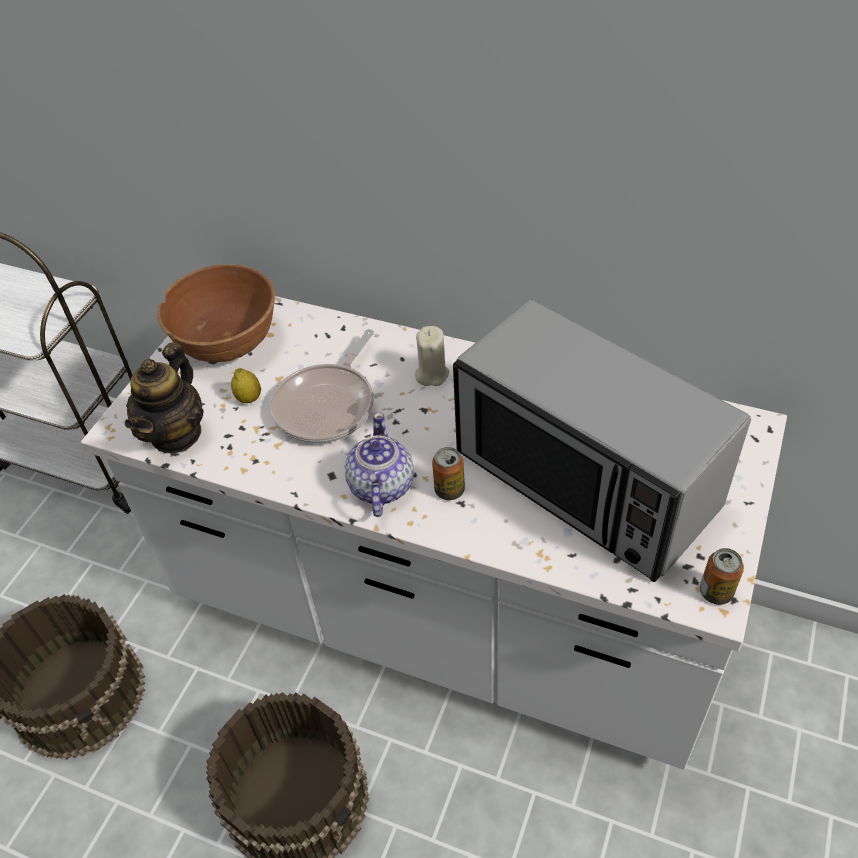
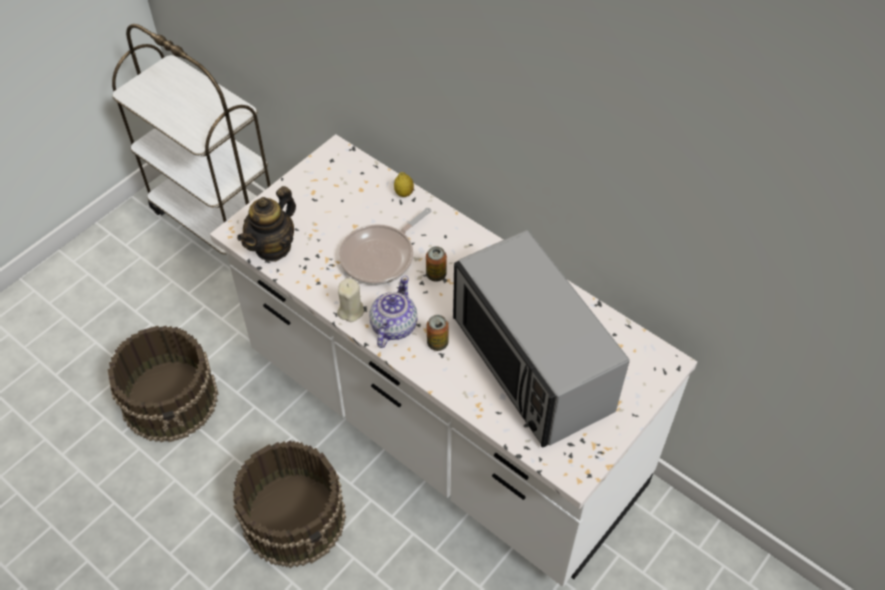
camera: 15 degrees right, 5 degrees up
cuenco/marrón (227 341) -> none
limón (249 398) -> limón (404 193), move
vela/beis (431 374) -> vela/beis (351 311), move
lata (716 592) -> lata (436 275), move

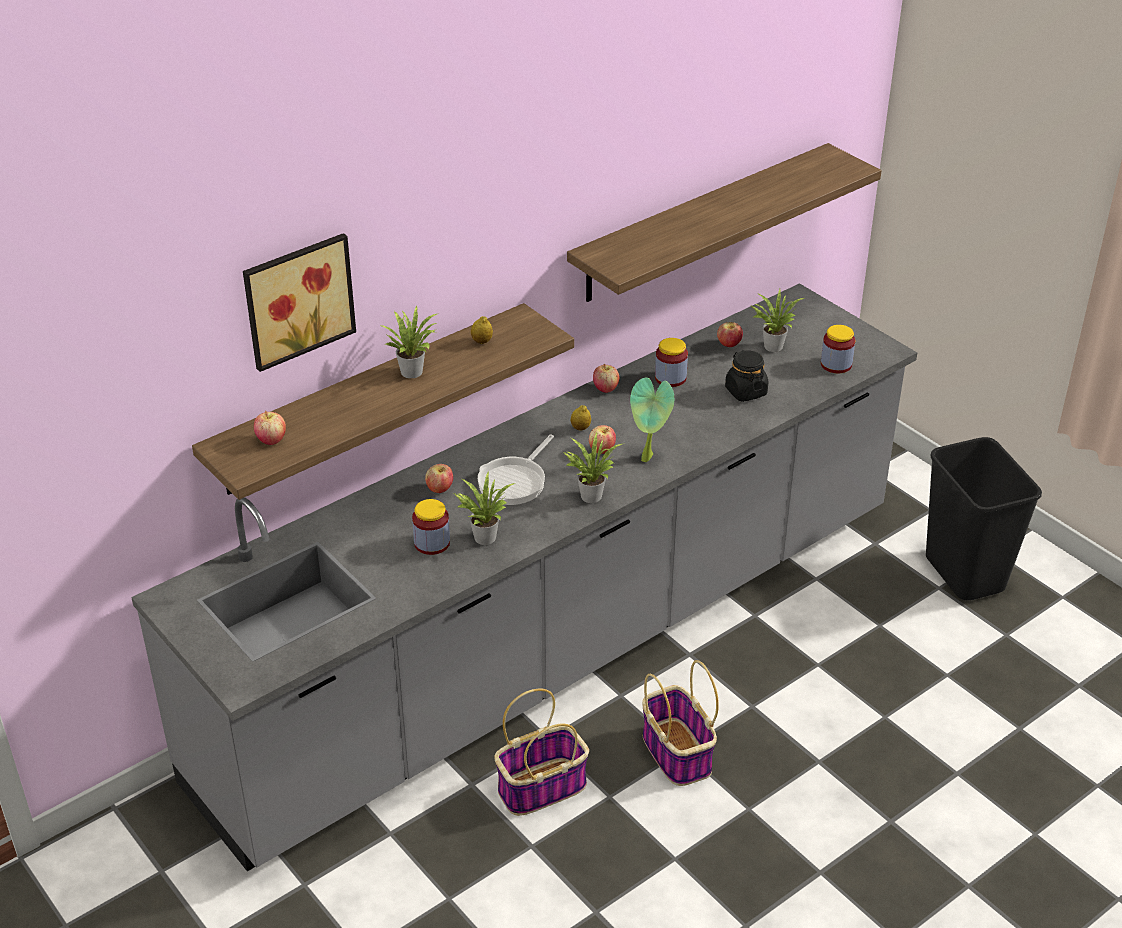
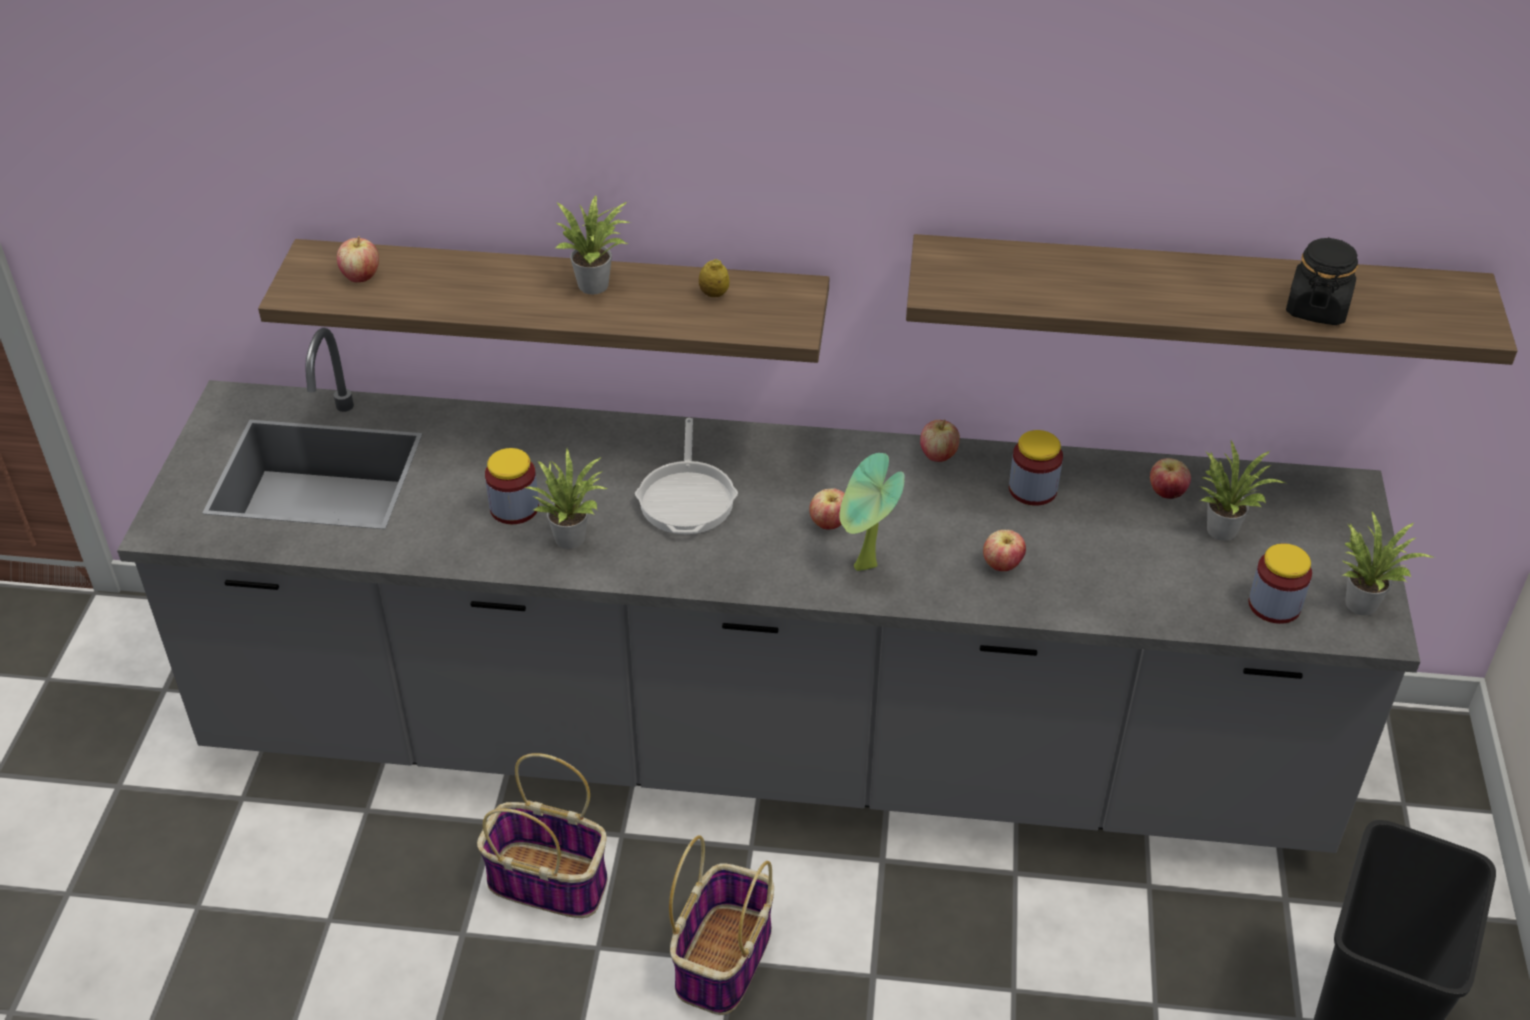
camera: 45 degrees right, 5 degrees up
cuadro (297 299) -> none
manzana (440 489) -> manzana (1002 565), move
sartén (514 482) -> sartén (687 497), 75 degrees counterclockwise
planta en maceta (590 494) -> planta en maceta (1361 601), move
limón (580 428) -> none
tarro/negro (745 391) -> tarro/negro (1316 308), move

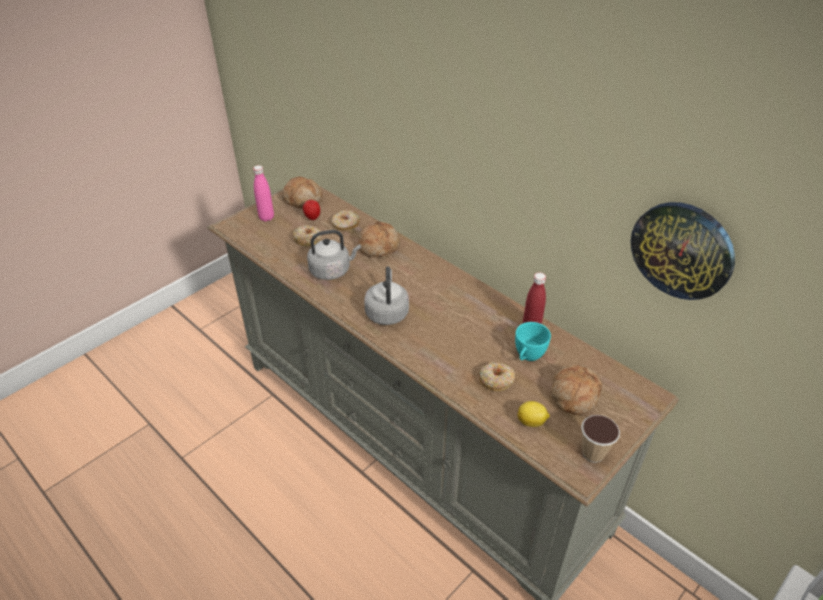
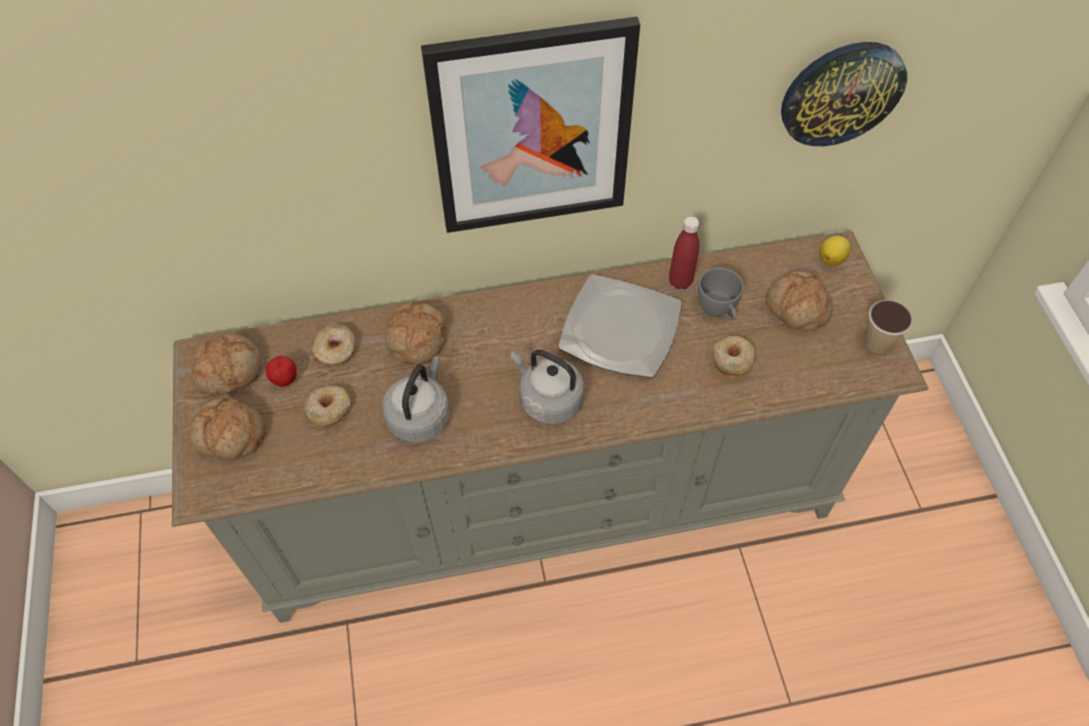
camera: 55 degrees left, 15 degrees up
botella/rosa (266 217) -> pan (229 436)
taza/turquesa (527 356) -> taza/gris (718 311)
limón (532 422) -> limón (832 259), move
none -> cuadro (532 130)
none -> plato (619 328)

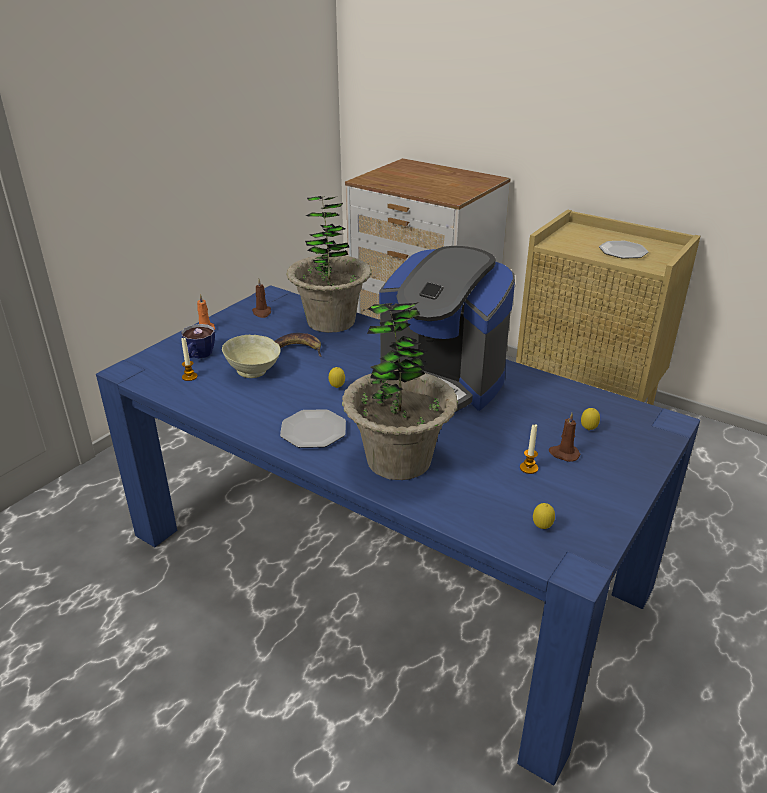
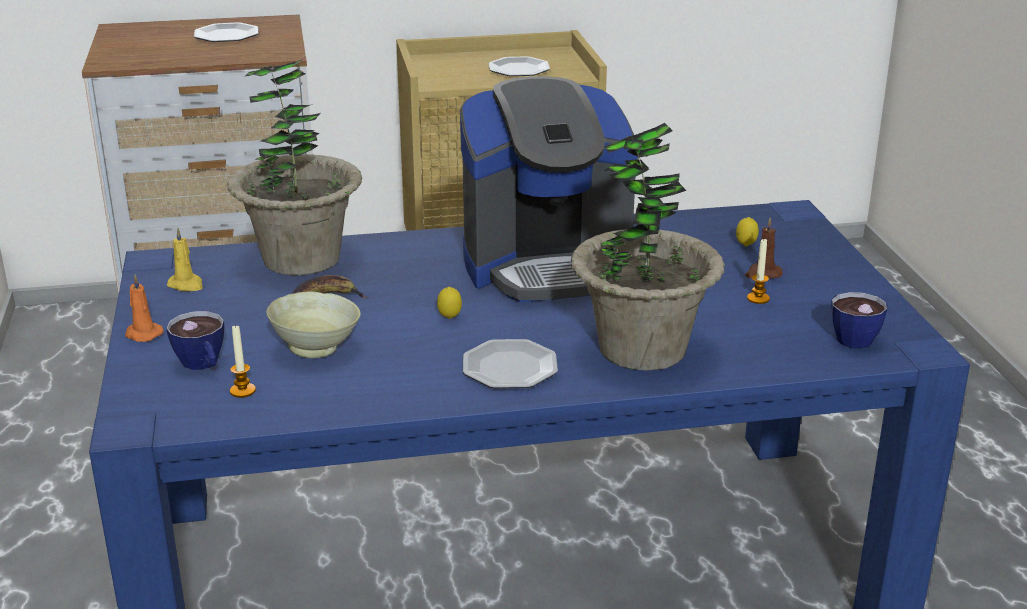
camera: 45 degrees left, 5 degrees down
vela/marrón (262 313) -> vela/amarillo (186 285)
limón (542 528) -> taza (849 336)
none -> plato (226 36)

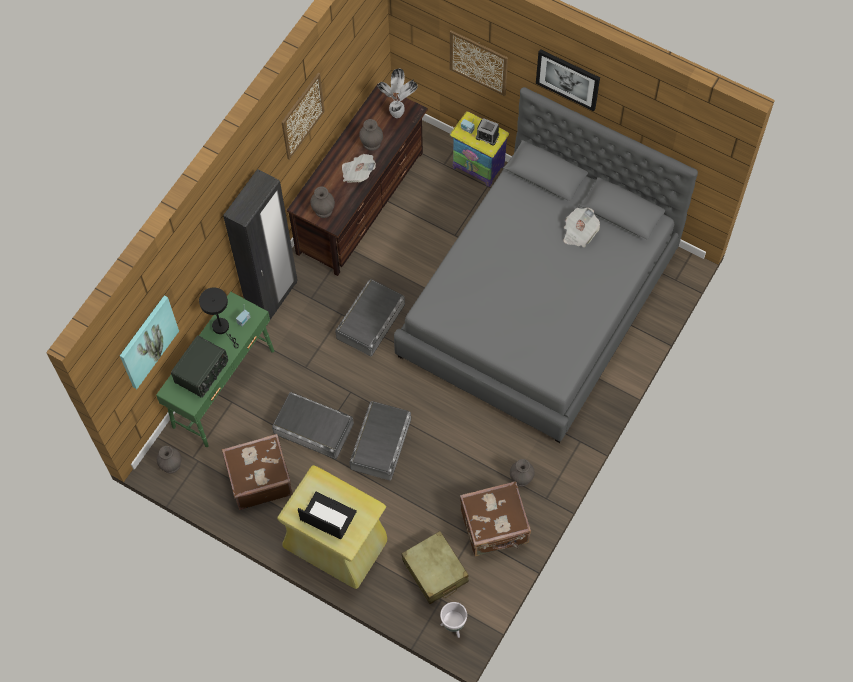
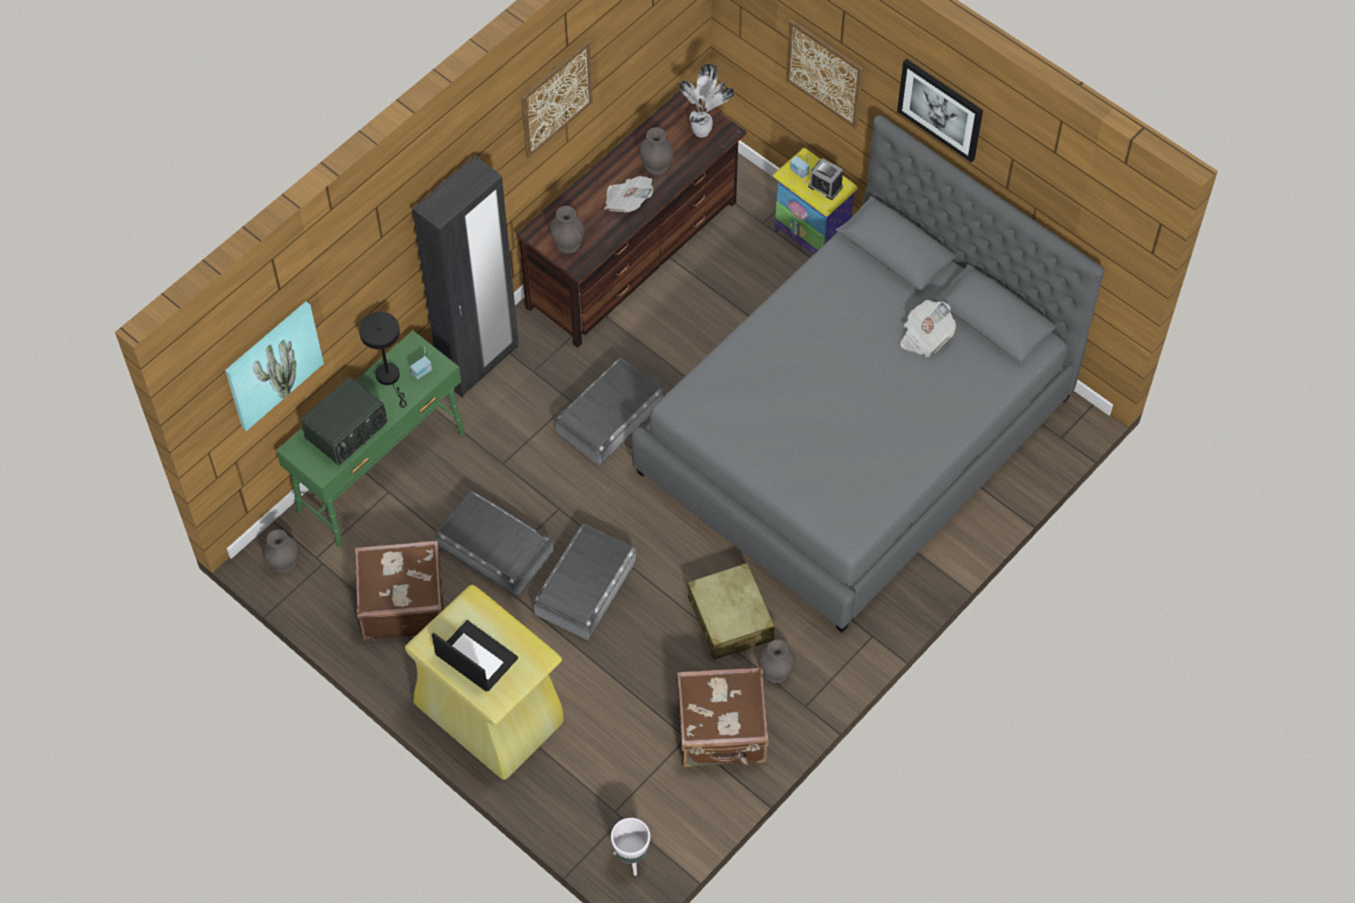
camera: 10 degrees right, 5 degrees down
maleta/beis (435 571) -> maleta/beis (730 619), move

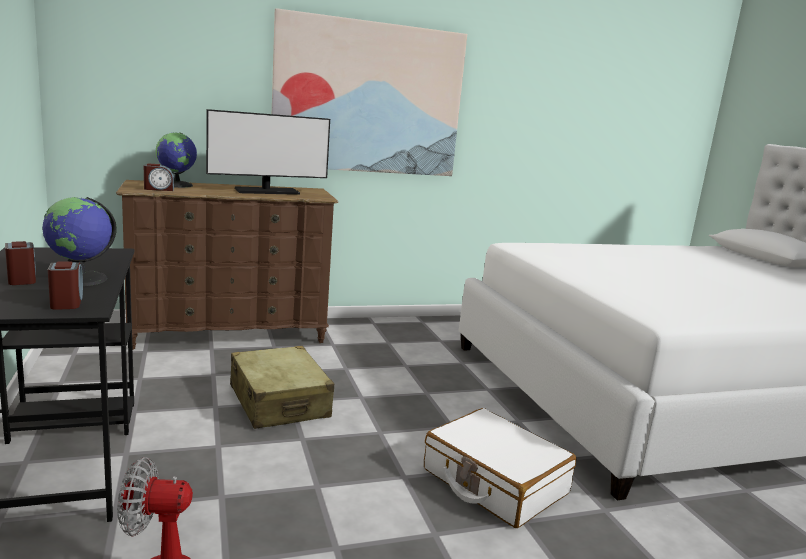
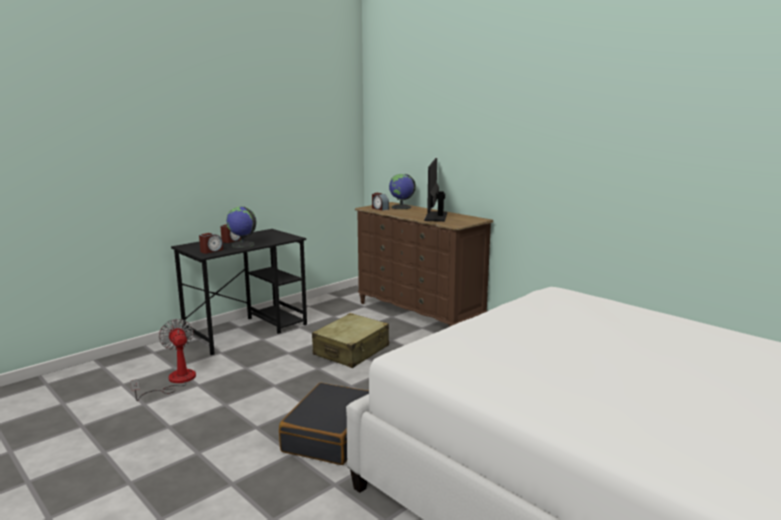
camera: 65 degrees right, 0 degrees up
monitor (267 191) -> monitor (436 217), 60 degrees clockwise
cuadro (369 98) -> none
maleta/blanco (494 482) -> maleta/negro (330 435)

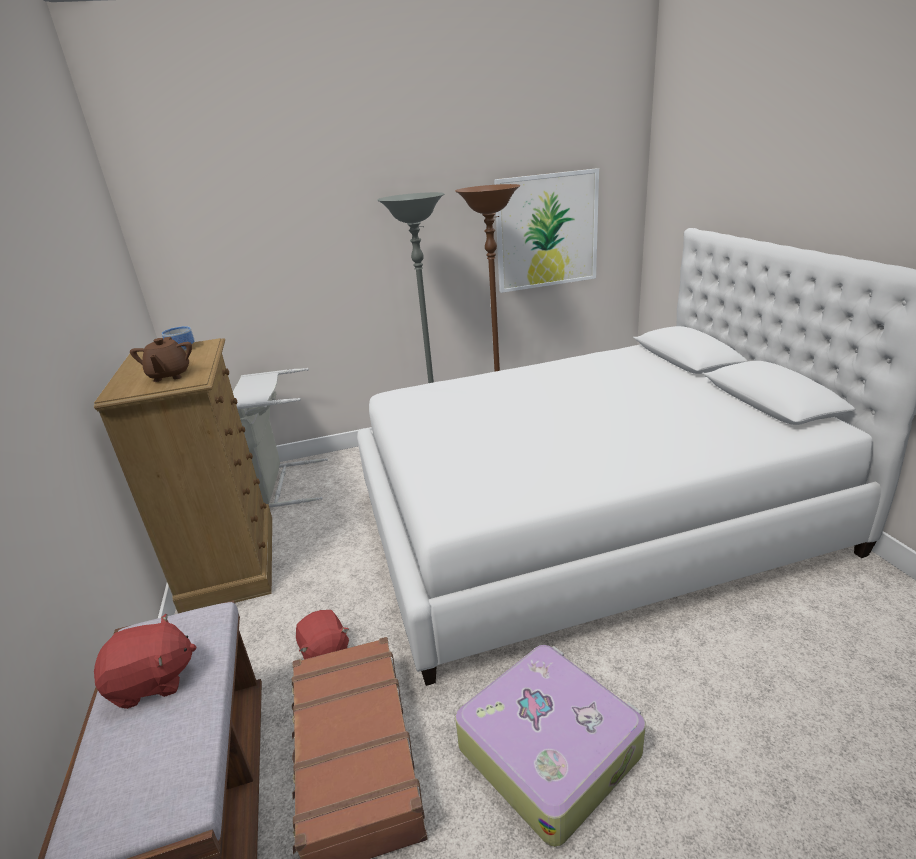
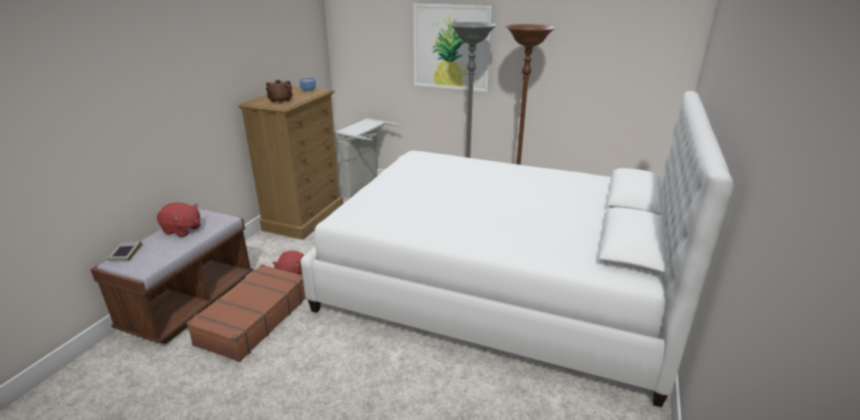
camera: 35 degrees right, 0 degrees up
maleta (549 748) -> none
cuadro (546 231) -> cuadro (451 47), move
none -> libro (125 253)

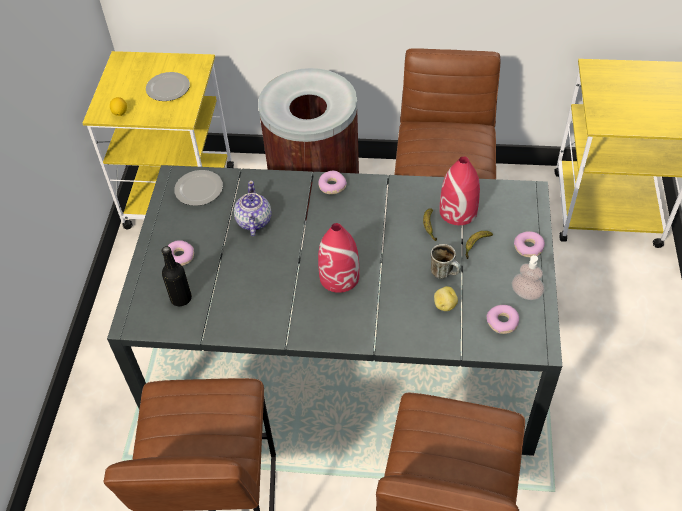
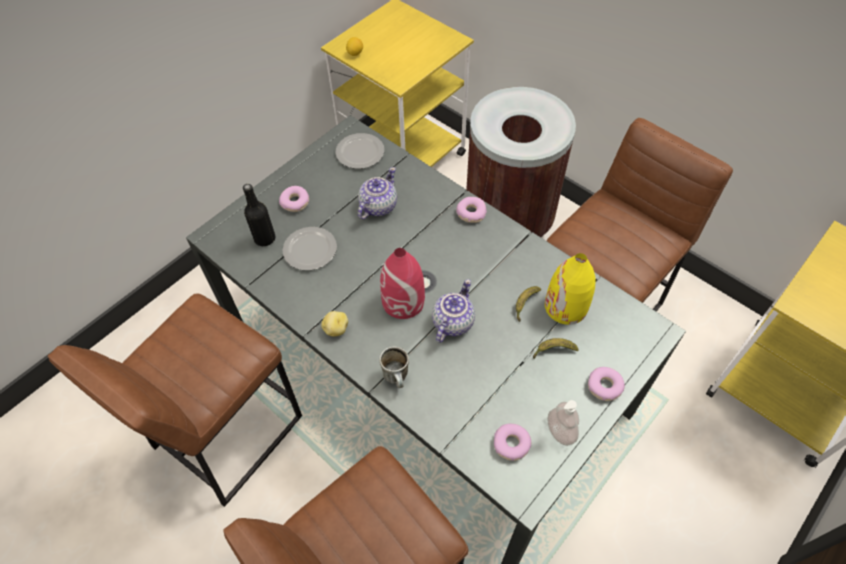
camera: 35 degrees right, 5 degrees up
plato (167 88) -> plato (310 249), move
taza grande (445 273) -> taza grande (397 378), move
patata (444 305) -> patata (336 329), move
florero/rojo (458 211) -> florero/amarillo (566 306)
none -> tetera (452 322)

